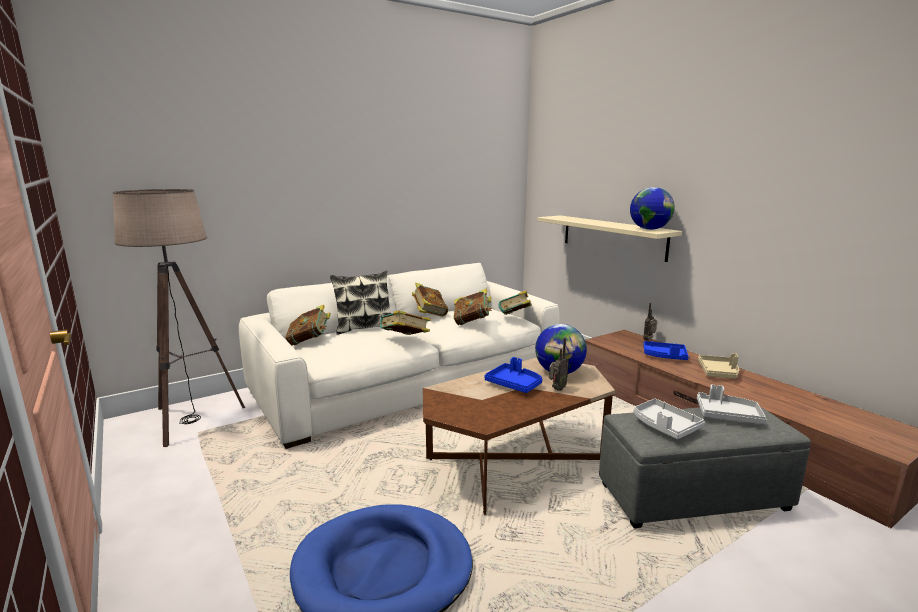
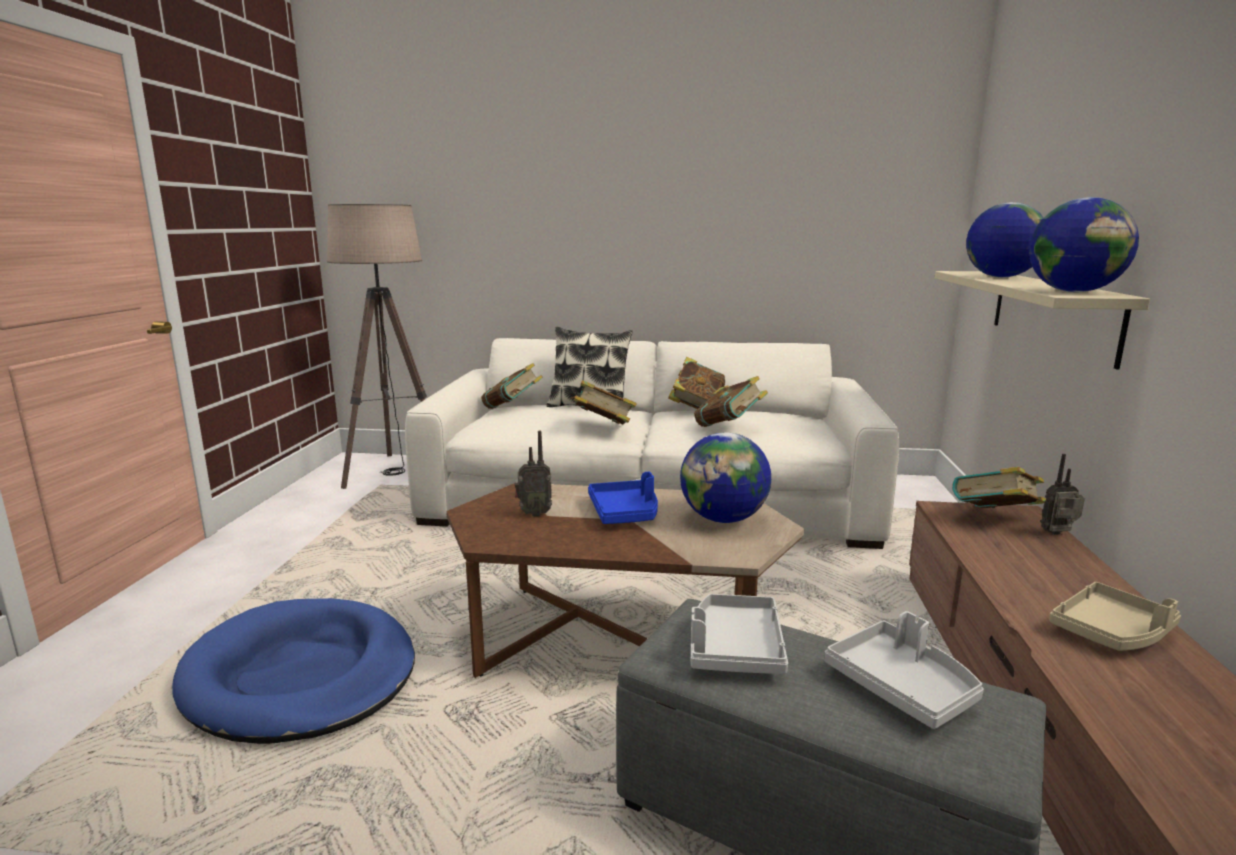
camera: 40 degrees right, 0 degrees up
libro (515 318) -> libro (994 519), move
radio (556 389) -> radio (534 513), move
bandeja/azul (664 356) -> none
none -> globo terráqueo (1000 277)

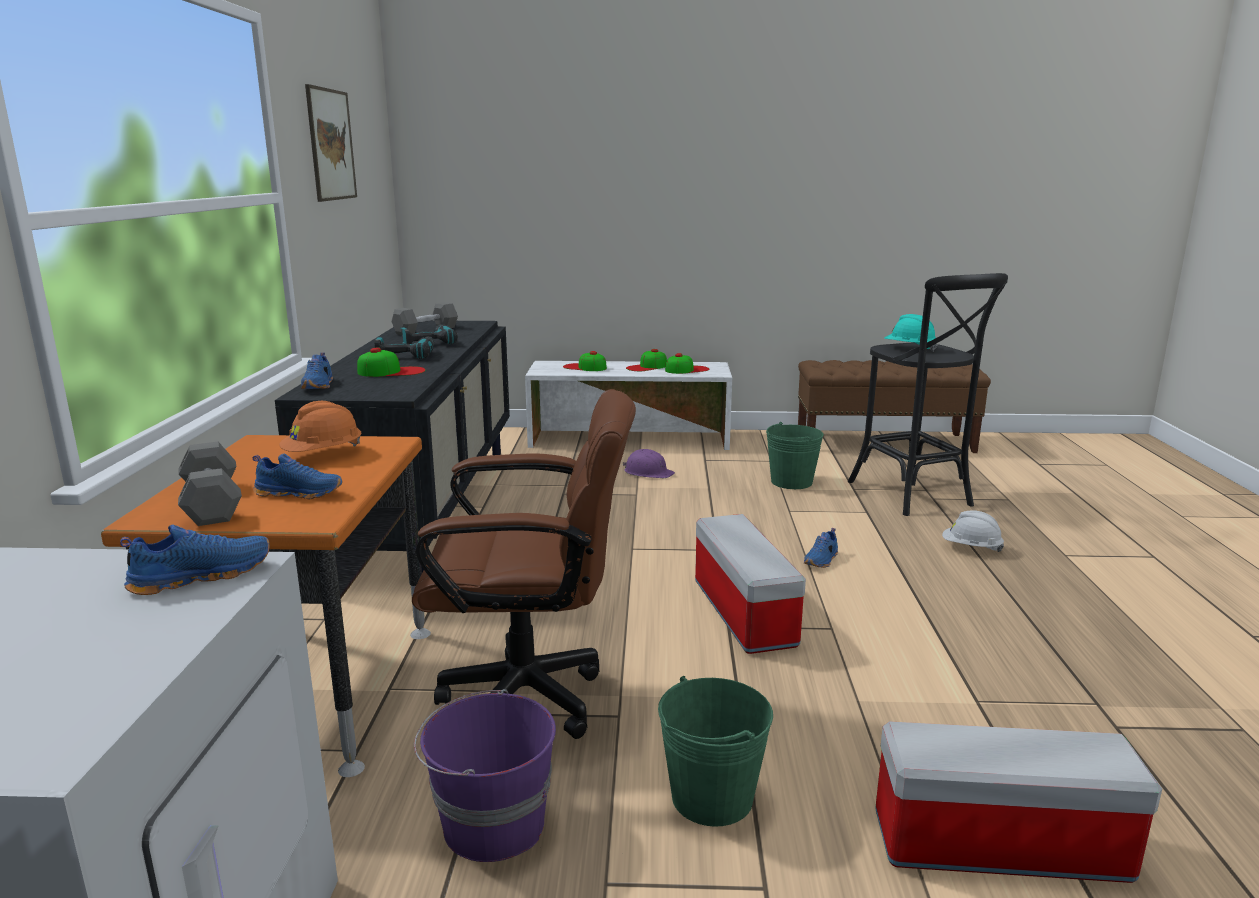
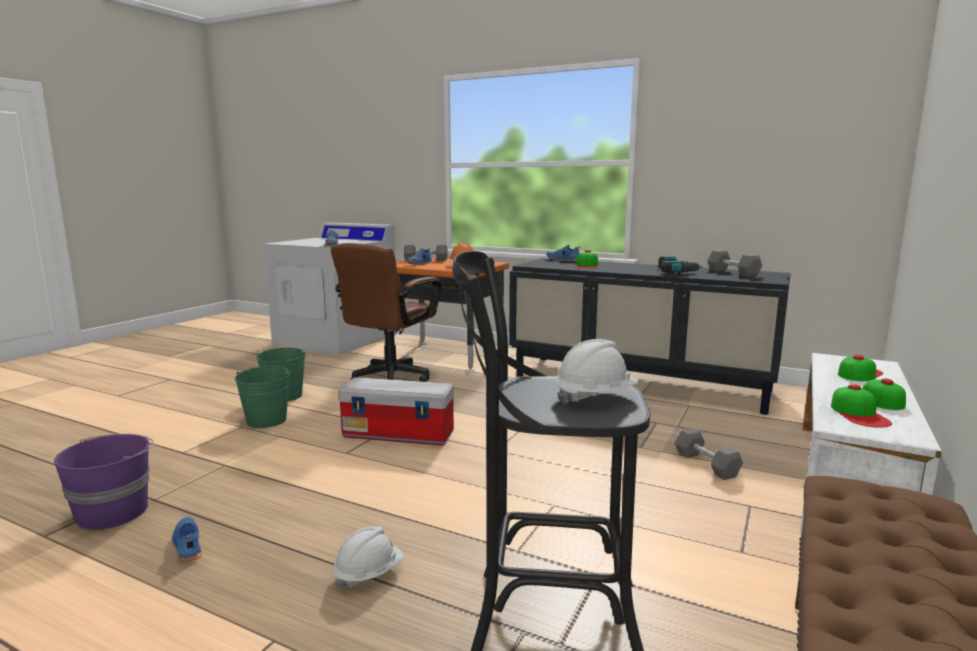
camera: 115 degrees right, 5 degrees down
cuadro (331 145) -> none
taladro (406 356) -> none
cubo/morado (491 824) -> cubo/morado (114 512), move
casco/morado (648 472) -> mancuerna/gris (706 464)
cubo/verde (791 482) -> cubo/verde (266 420), move
zapato/azul (822 560) -> zapato/azul (187 546), move
caja de almacenaje (997 847) -> none
casco/turquesa (909 349) -> casco/blanco (595 397)

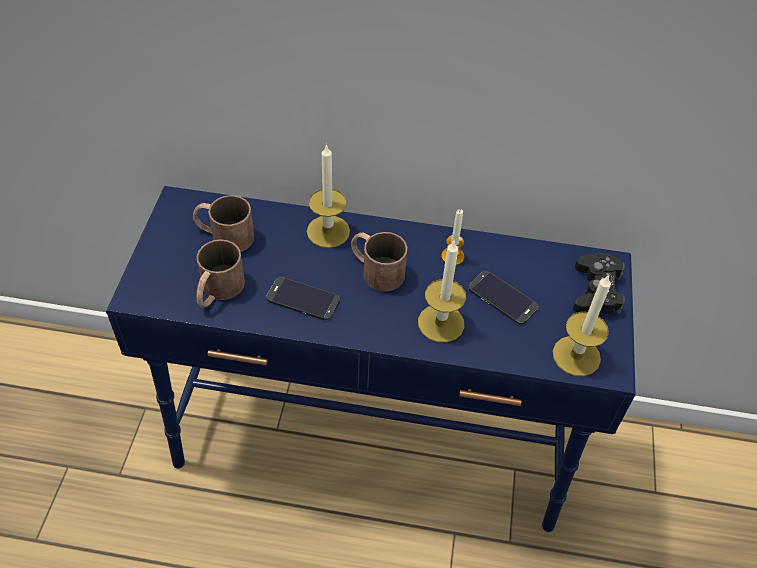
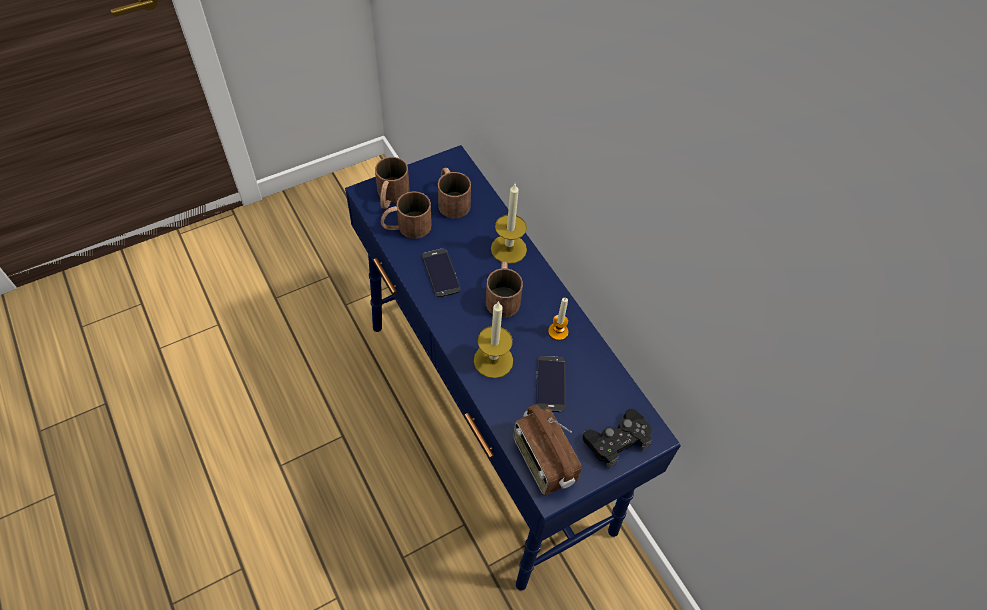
camera: 50 degrees right, 5 degrees up
vela (576 356) -> radio (542 461)
none -> taza grande/marrón (391 197)

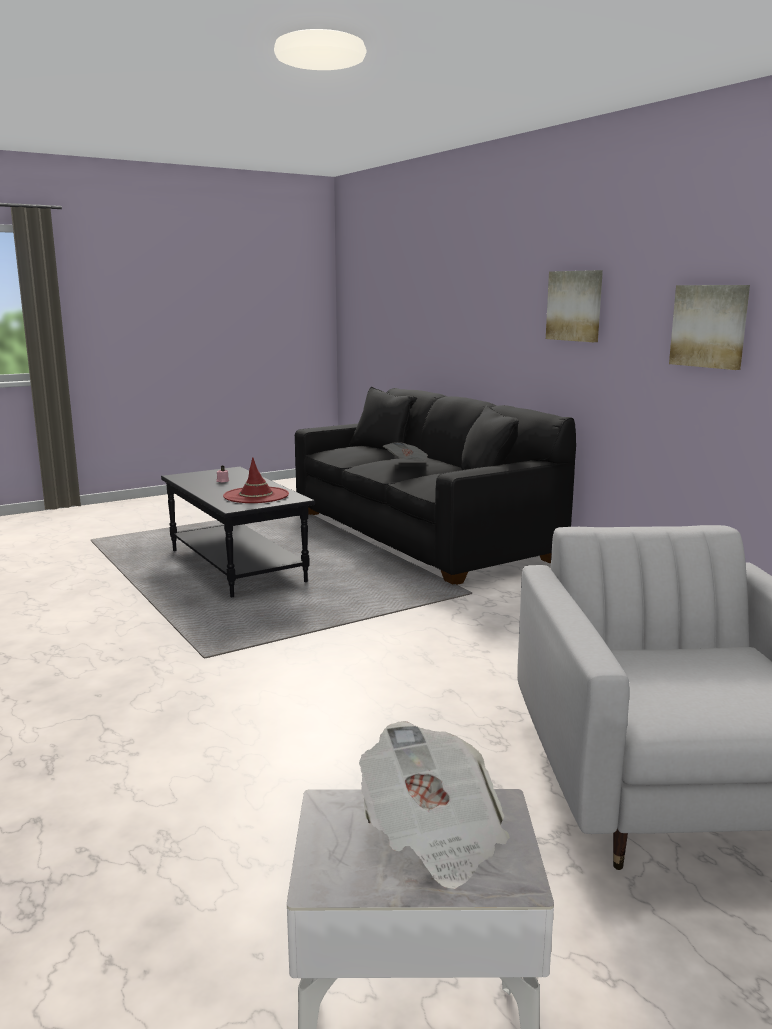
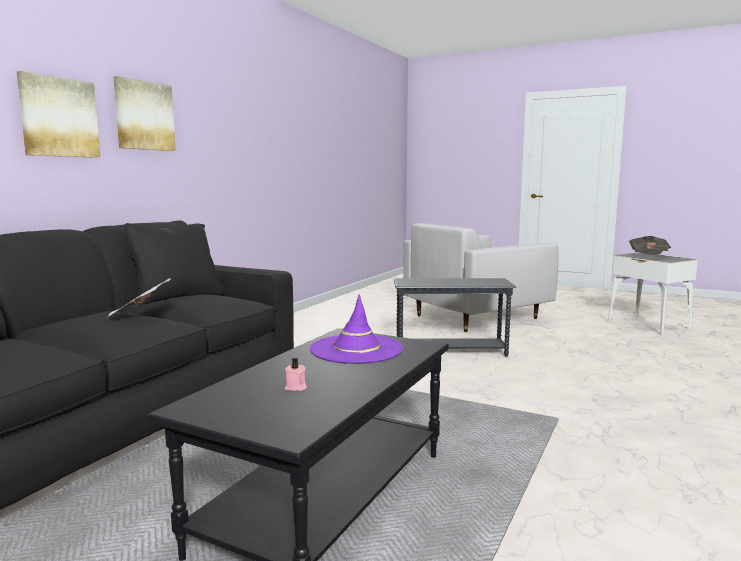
camera: 120 degrees left, 5 degrees down
sombrero/rojo (256 495) -> sombrero/morado (356 349)
cuadro (709 326) -> cuadro (59 117), move
none -> mesa auxiliar/gris (450 351)

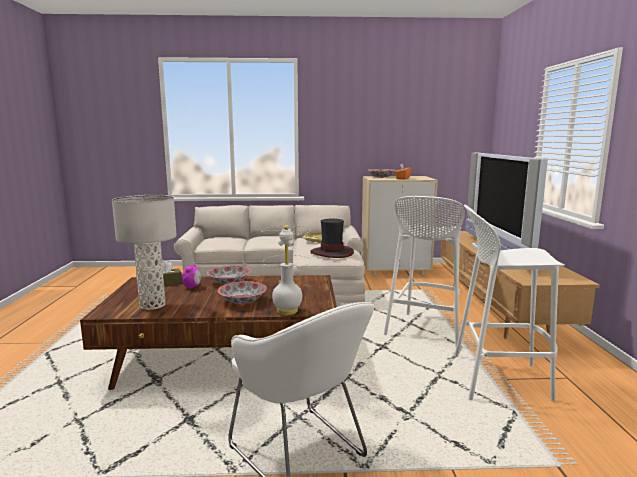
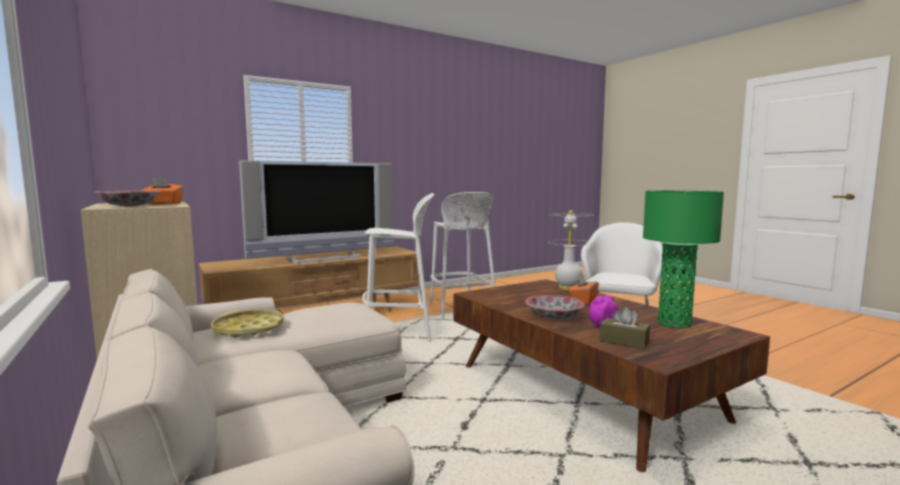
camera: 120 degrees left, 5 degrees down
lámpara de mesa/blanco (152 305) -> lámpara de mesa/verde (674 323)
cuenco (242 301) -> caja de pañuelos/naranja (583 301)
sombrero (332 252) -> none

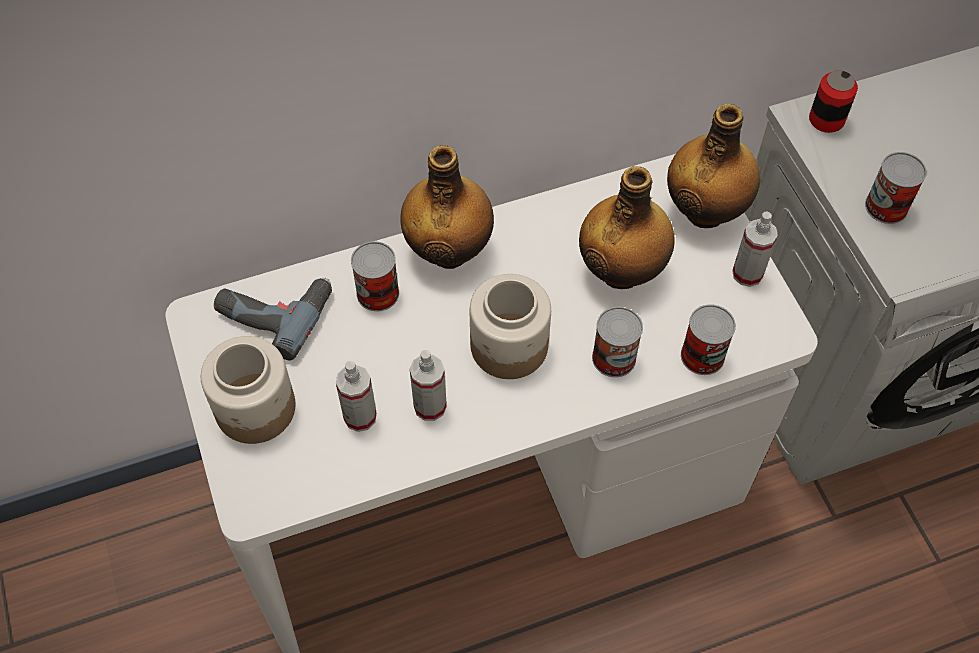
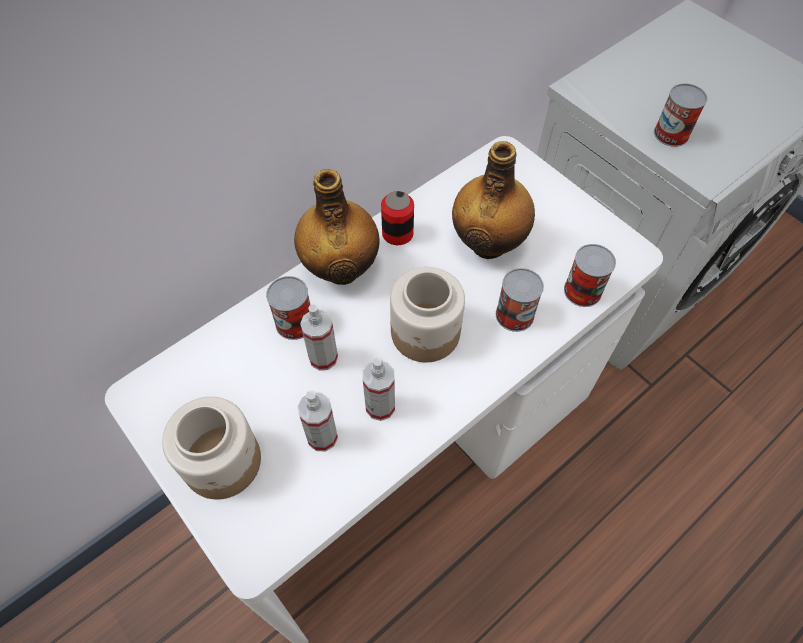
camera: 20 degrees left, 0 degrees up
taladro (274 310) -> none
botella (706 210) -> none
pulverizador (747 274) -> pulverizador (323 357), move
lata (826 120) -> lata (397 234), move

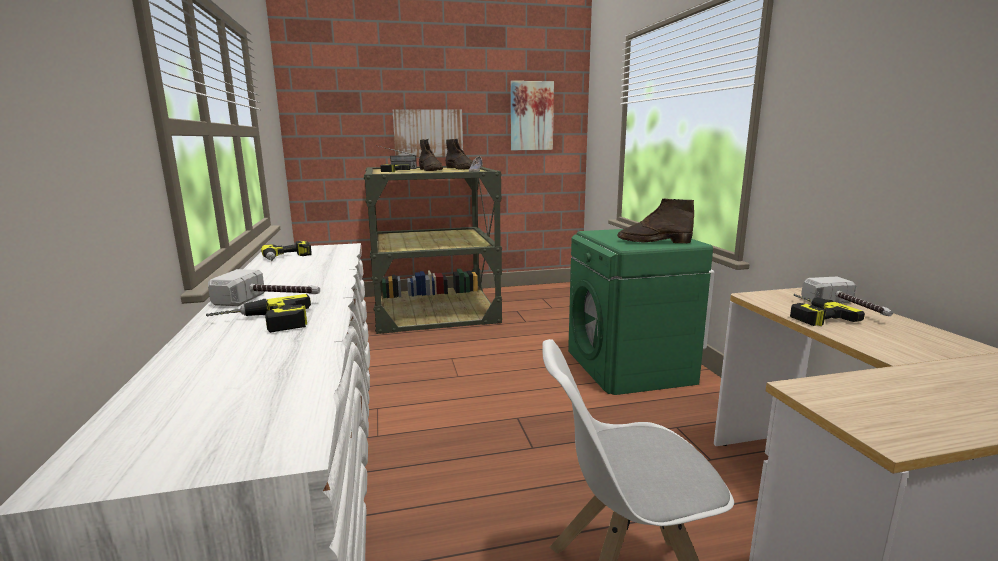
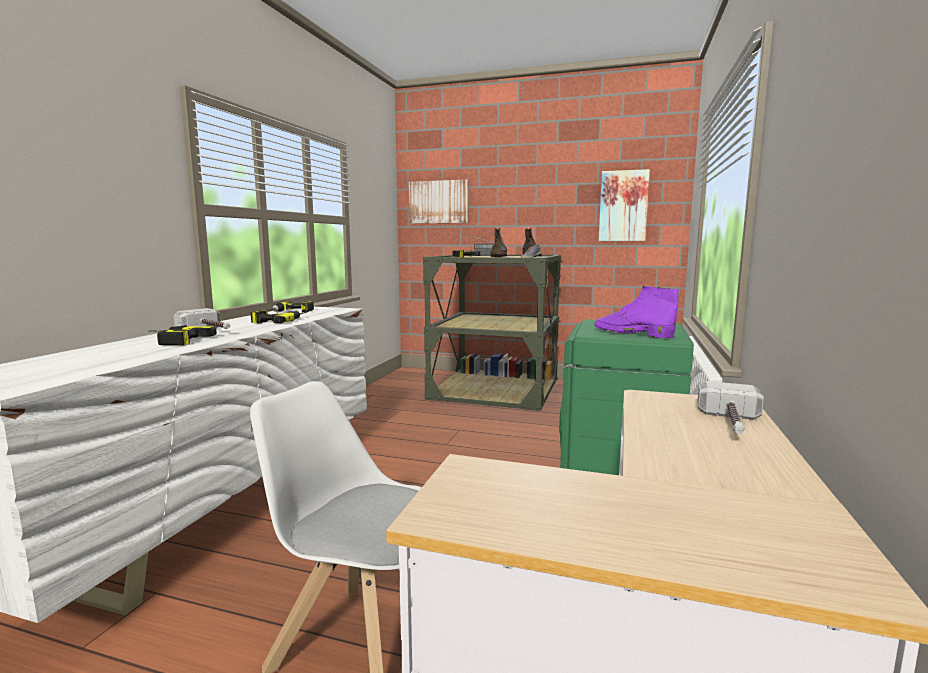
camera: 30 degrees right, 5 degrees down
cuadro (428 133) -> cuadro (439 202), move
bota/marrón (653 242) -> bota/morado (631 334)
taladro (808 314) -> taladro (280 320), move

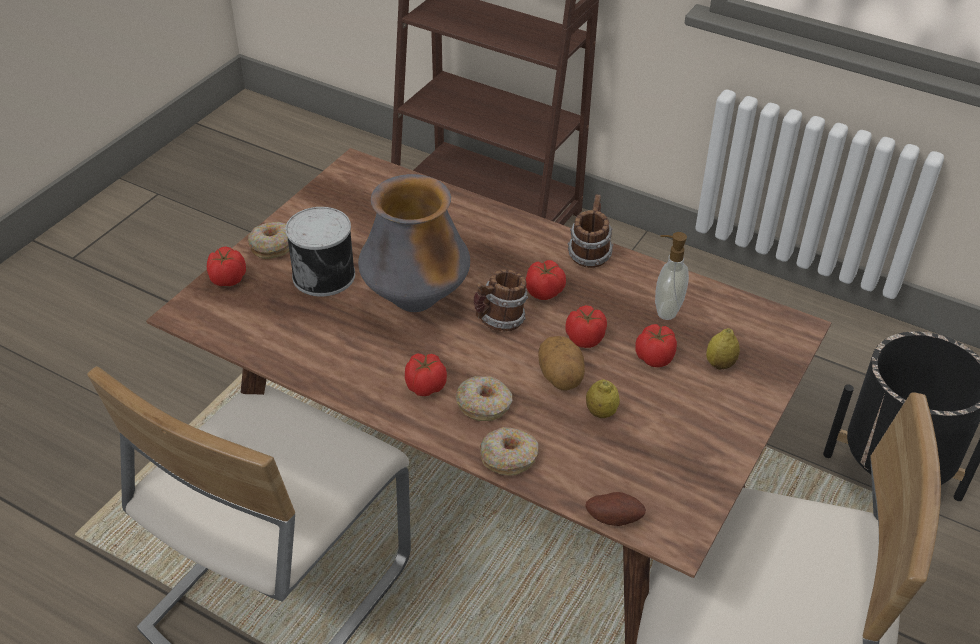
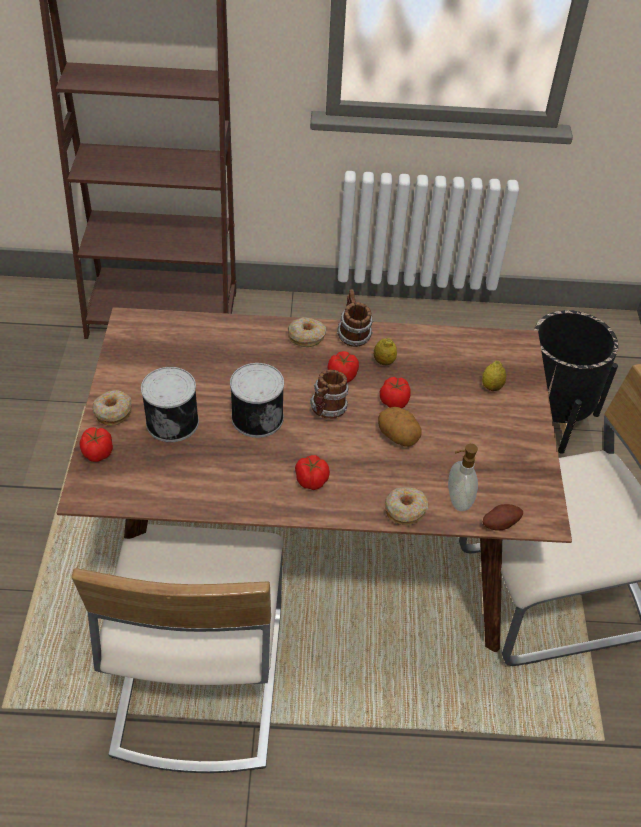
camera: 30 degrees left, 5 degrees up
florero (416 301) -> lata (257 416)
rosquilla (484 405) -> rosquilla (306 336), move
limón (601 412) -> limón (384 361), move
tomate (655 357) -> none
dispensador de jabón (666 309) -> dispensador de jabón (457 500), move

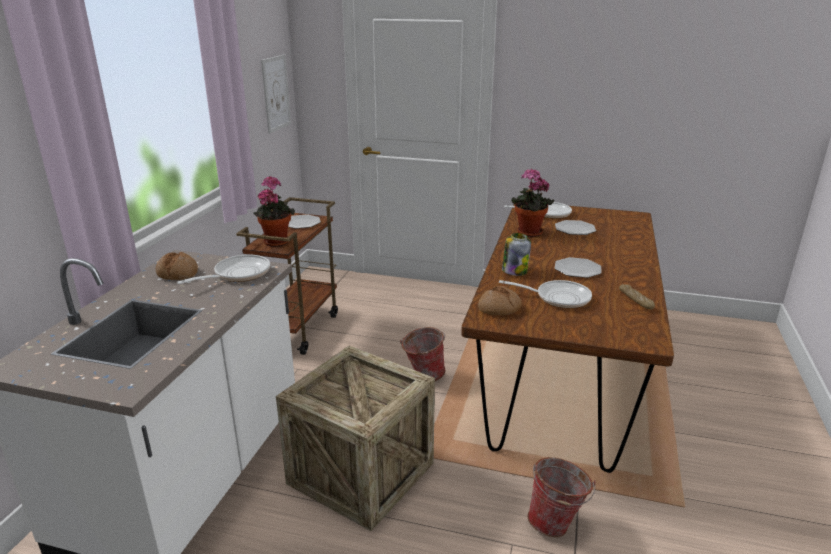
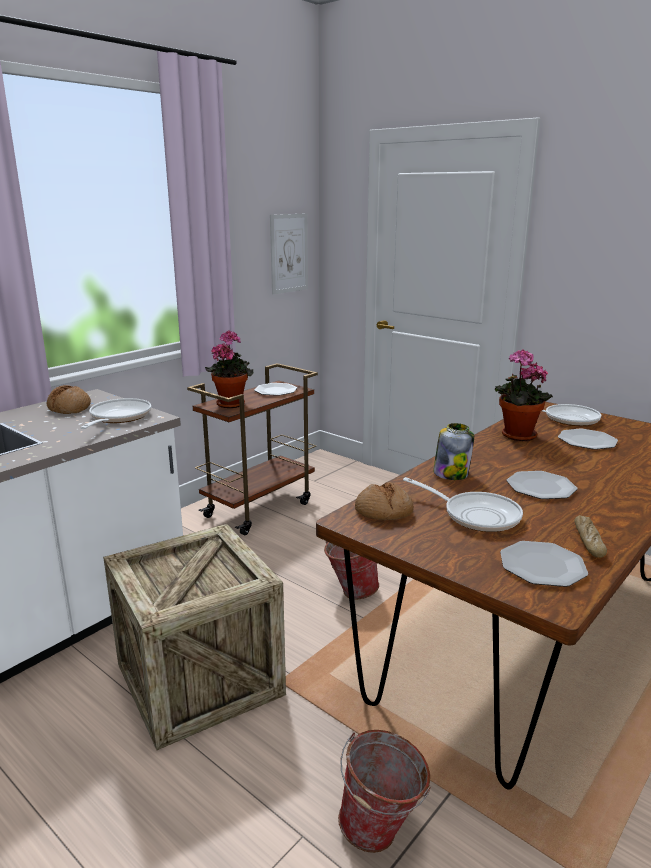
camera: 25 degrees right, 5 degrees down
sartén (237 274) -> sartén (118 418), 60 degrees counterclockwise
none -> plato (542 565)

